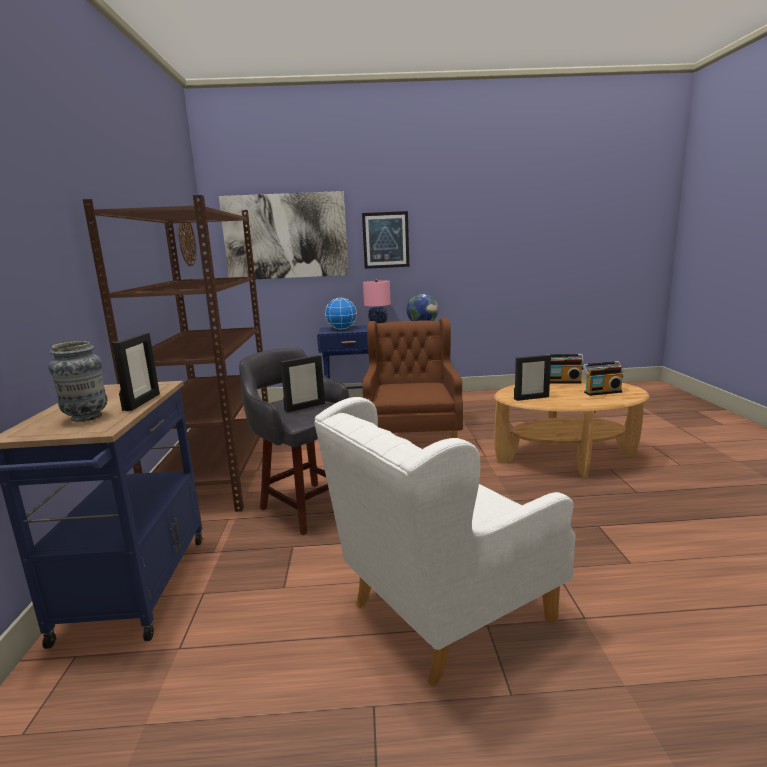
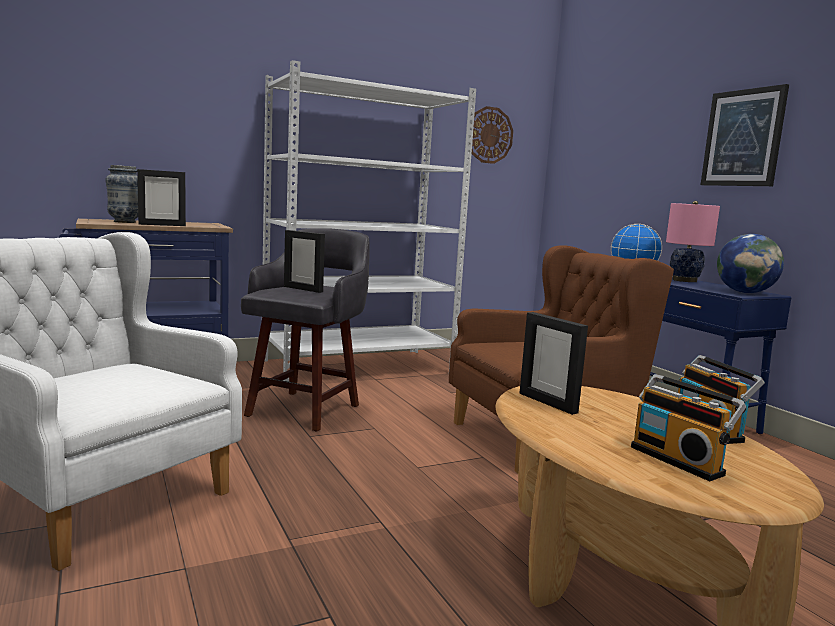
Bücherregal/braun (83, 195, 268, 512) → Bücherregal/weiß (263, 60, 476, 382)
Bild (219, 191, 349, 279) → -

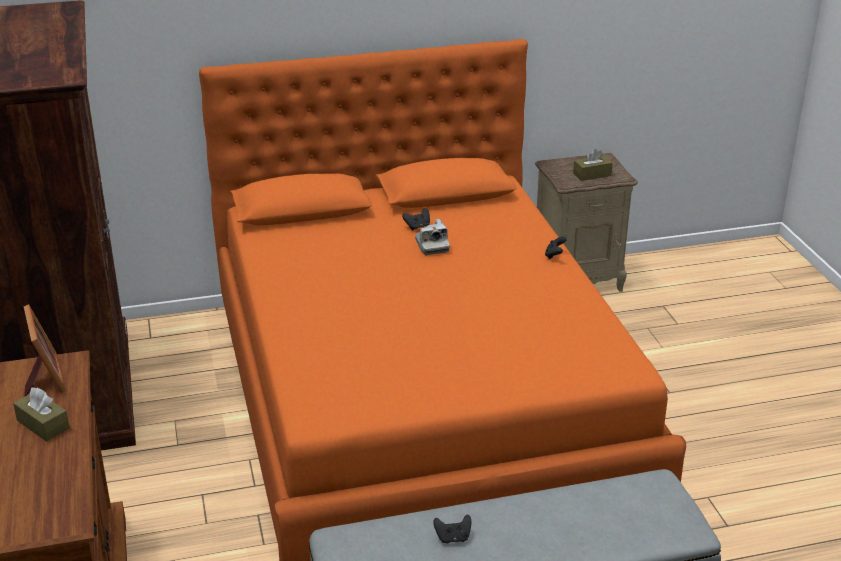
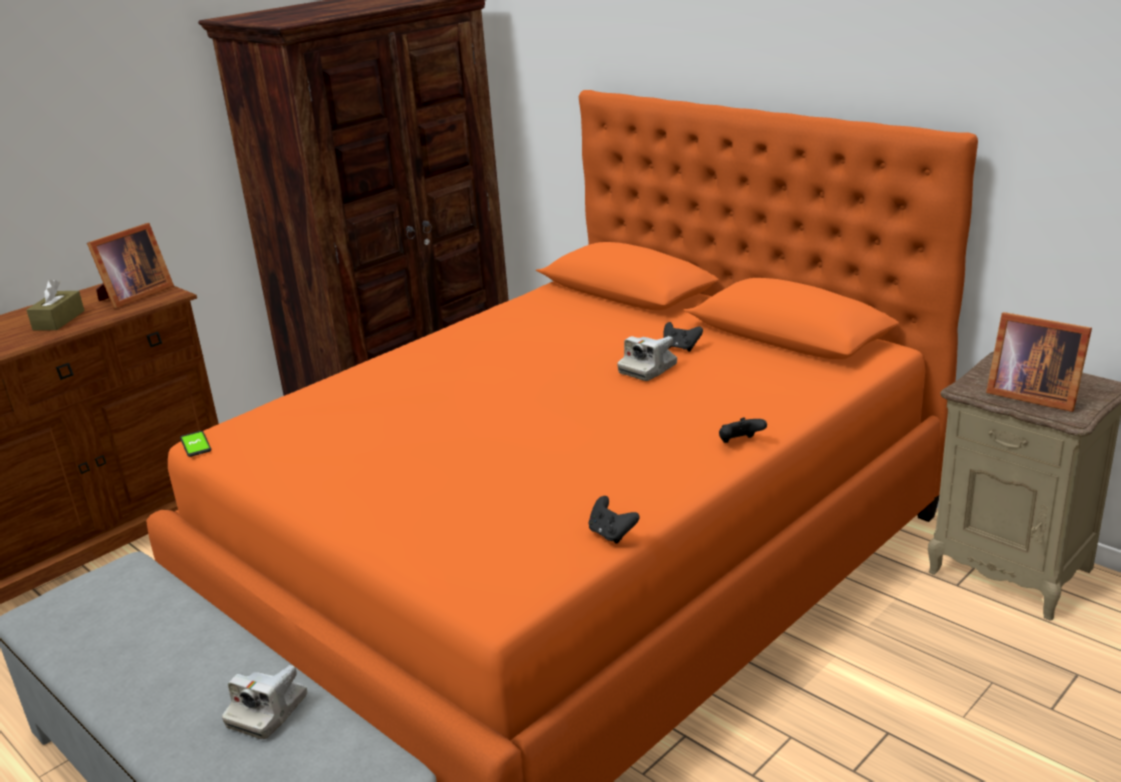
- → Handy (180, 431, 212, 457)
- → Kamera (222, 665, 307, 739)
Gamepad/schwarz (433, 515, 471, 543) → Gamepad/schwarz (588, 496, 640, 544), shifted
Taschentuchbox/braun (573, 149, 613, 181) → Bilderrahmen (986, 312, 1092, 412)

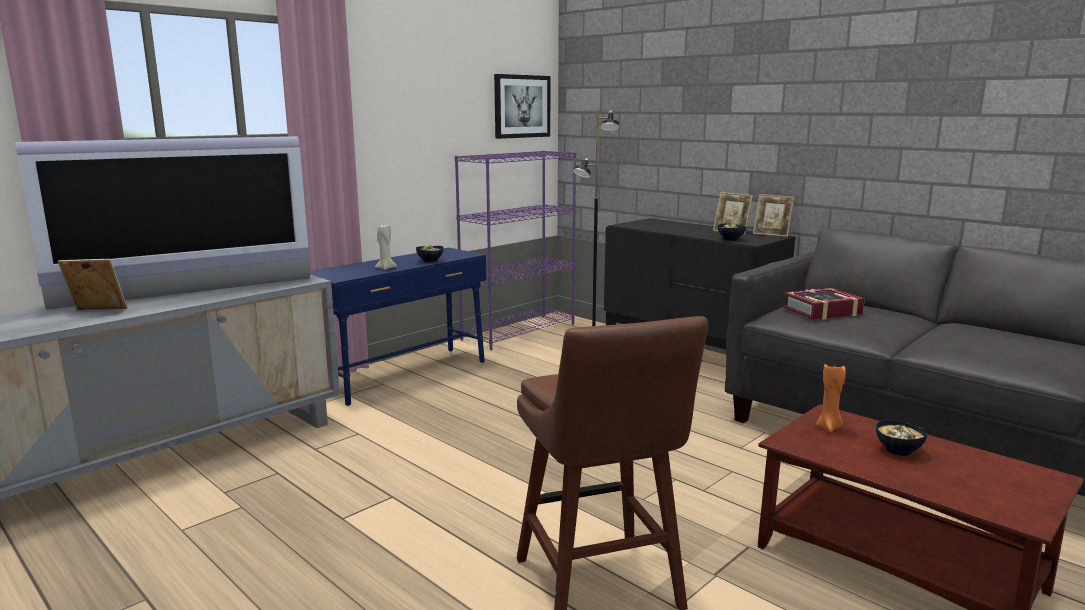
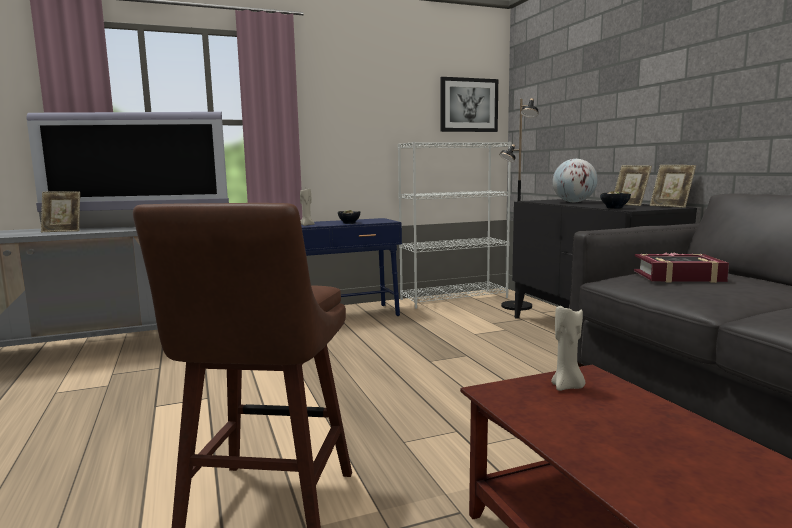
Bilderrahmen (58, 259, 128, 310) → Bilderrahmen (41, 191, 80, 232), 150 degrees clockwise
Bücherregal/lila (455, 150, 576, 350) → Bücherregal/weiß (398, 142, 511, 309)
Kerze/orange (816, 362, 846, 432) → Kerze/beige (551, 303, 585, 391)
- → Globus (553, 159, 598, 202)
Schüssel (876, 420, 928, 456) → -

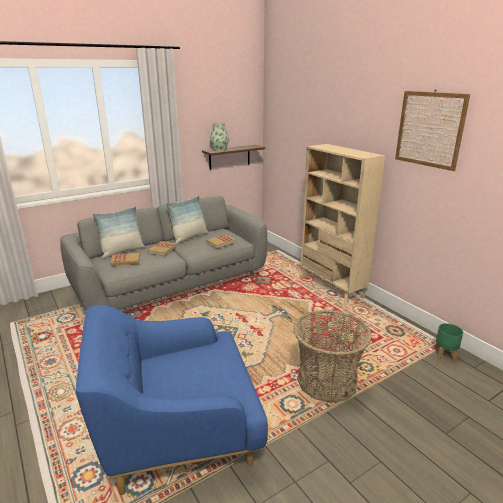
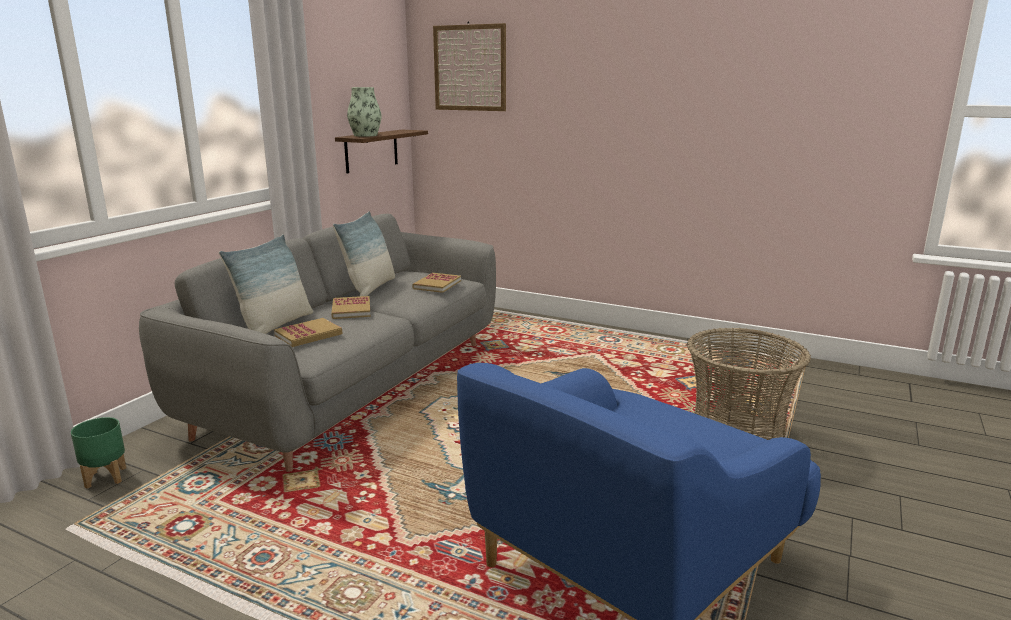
Pflanzkübel/grün (435, 323, 463, 361) → Pflanzkübel/grün (71, 417, 126, 489), shifted
Bild (395, 89, 470, 171) → Bild (433, 21, 506, 111), shifted
Bücherregal/beige (301, 144, 385, 305) → -

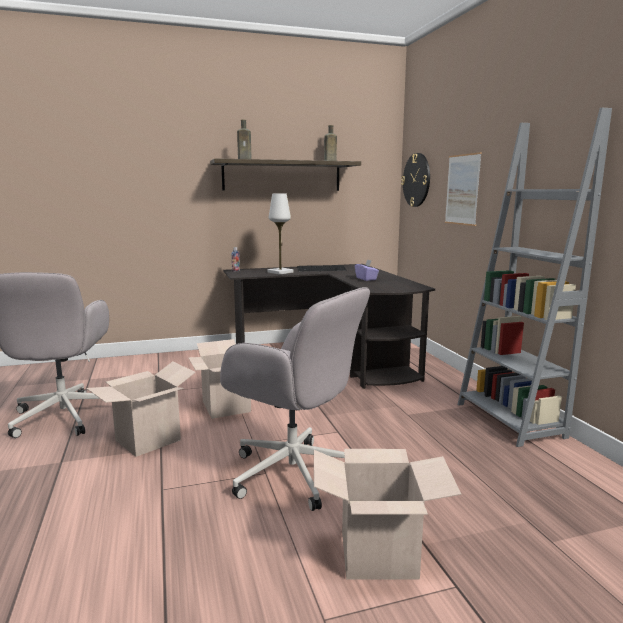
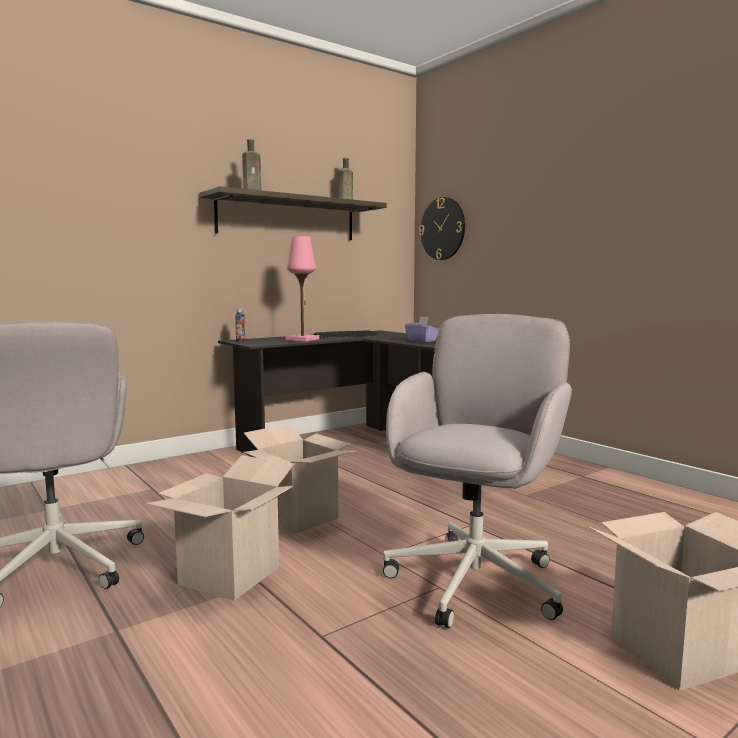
Tischlampe/weiß (267, 194, 293, 275) → Tischlampe/rosa (285, 236, 319, 342)
Bürostuhl/grau (220, 287, 370, 511) → Bürostuhl/grau (383, 314, 572, 628), 75 degrees counterclockwise
Bild (445, 152, 482, 226) → -
Bücherregal/grau (457, 108, 612, 447) → -

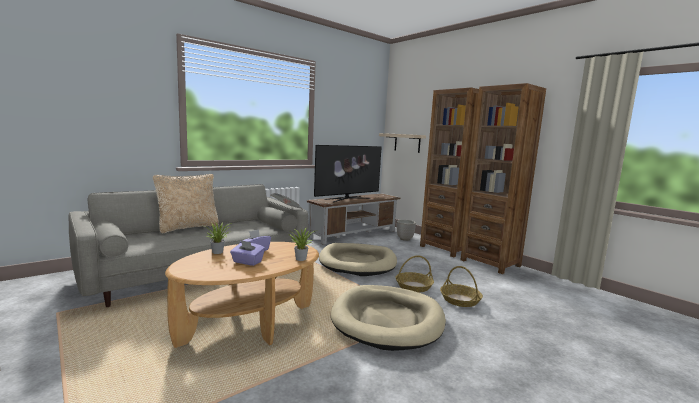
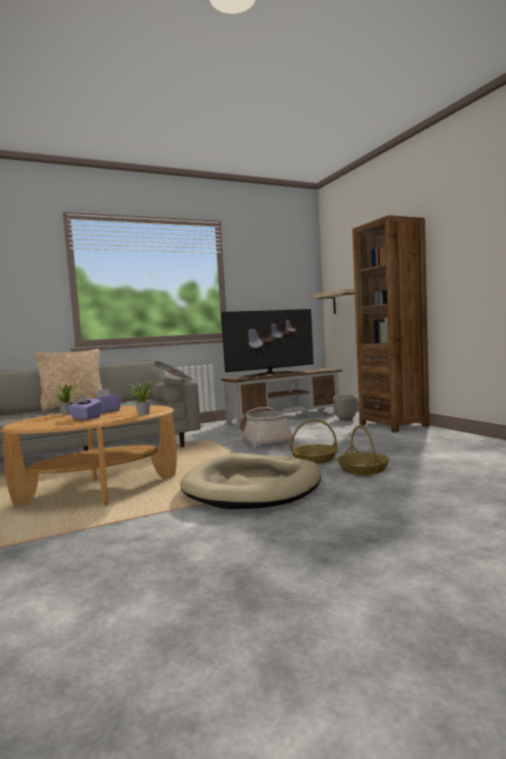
Hundebett/beige (319, 243, 397, 276) → Korb (239, 407, 296, 450)
Bücherregal/braun (461, 83, 546, 274) → -

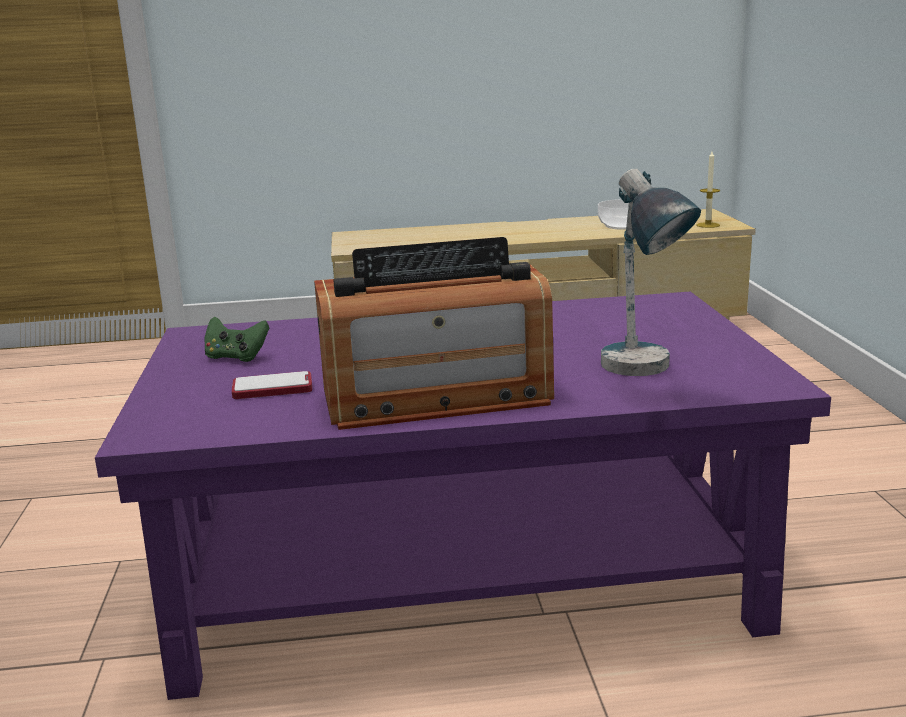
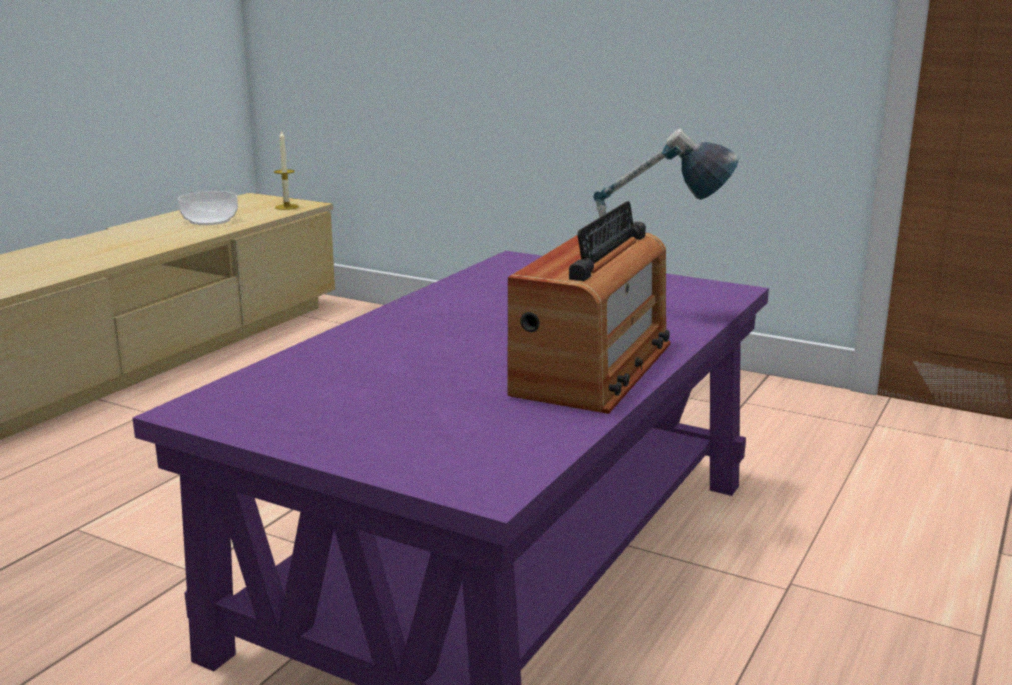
Gamepad/grün (205, 317, 269, 362) → -
Handy (232, 371, 312, 399) → -

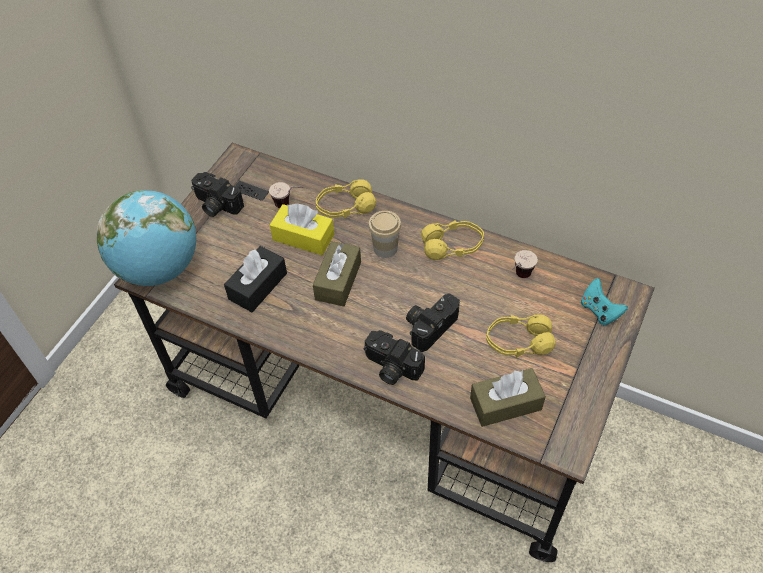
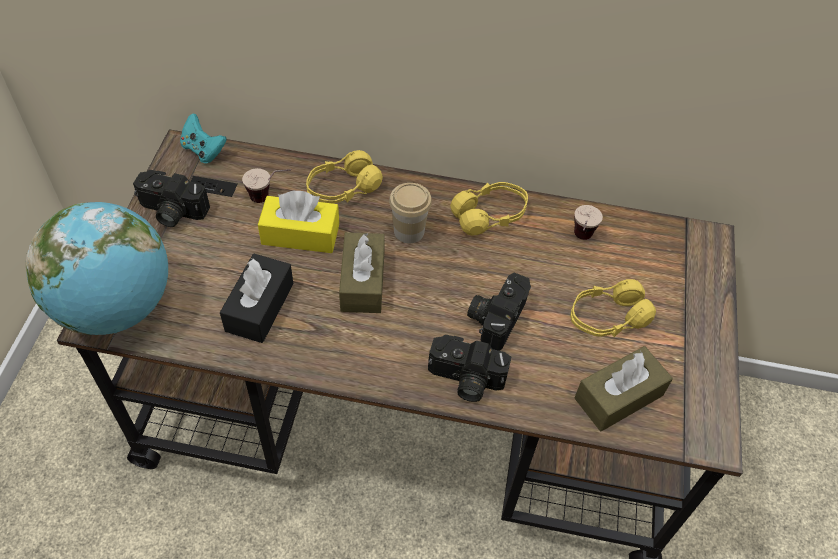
Gamepad/türkis (581, 278, 628, 326) → Gamepad/türkis (180, 114, 227, 164), shifted

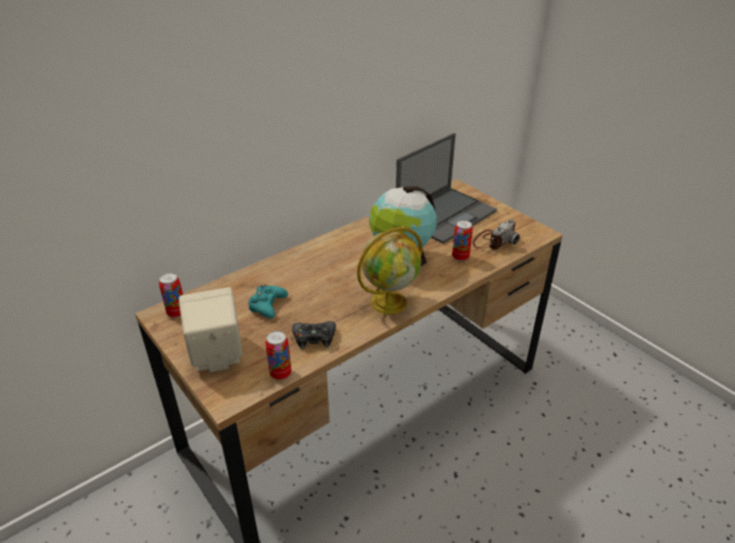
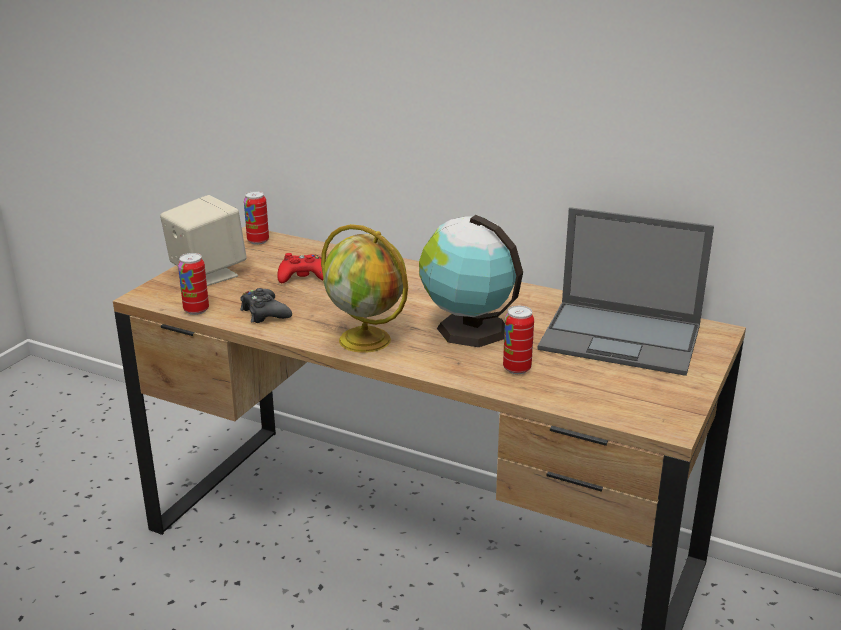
Gamepad/türkis (248, 284, 288, 319) → Gamepad/rot (277, 253, 323, 283)
Kamera (473, 219, 520, 250) → -

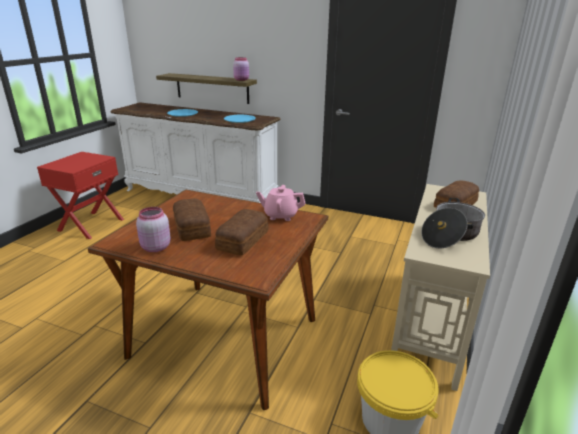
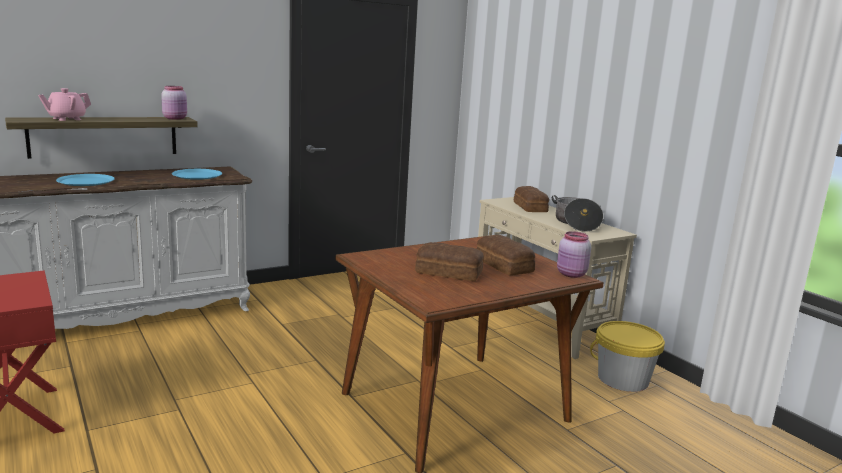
Teekanne/rosa (256, 185, 305, 221) → Teekanne/rosa (38, 88, 91, 121), shifted
Vorratsglas/rosa (136, 207, 171, 252) → Vorratsglas/rosa (557, 231, 591, 278), shifted

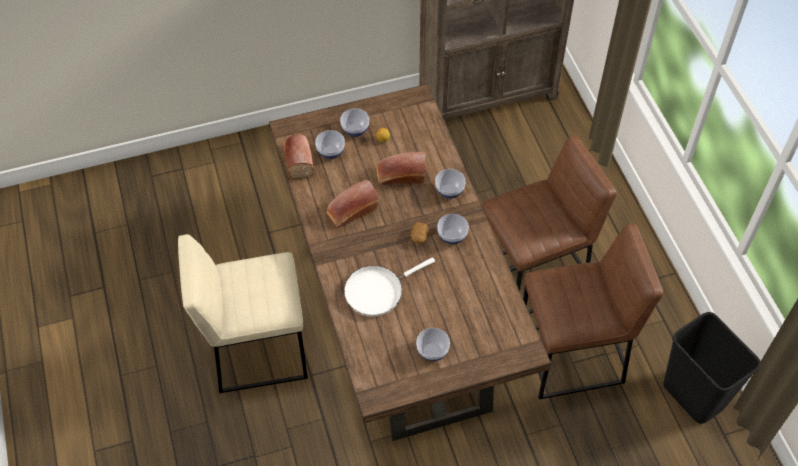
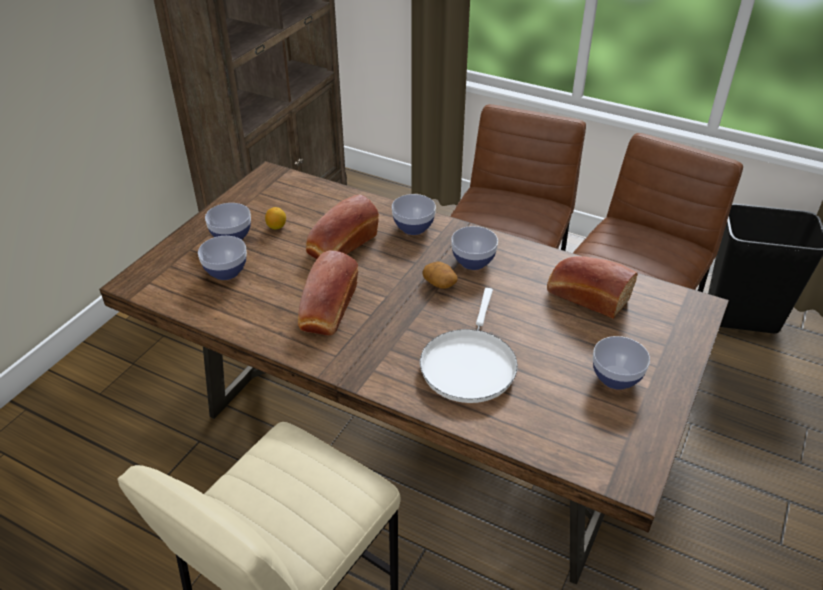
Brot (284, 134, 314, 179) → Brot (547, 256, 638, 319), shifted

